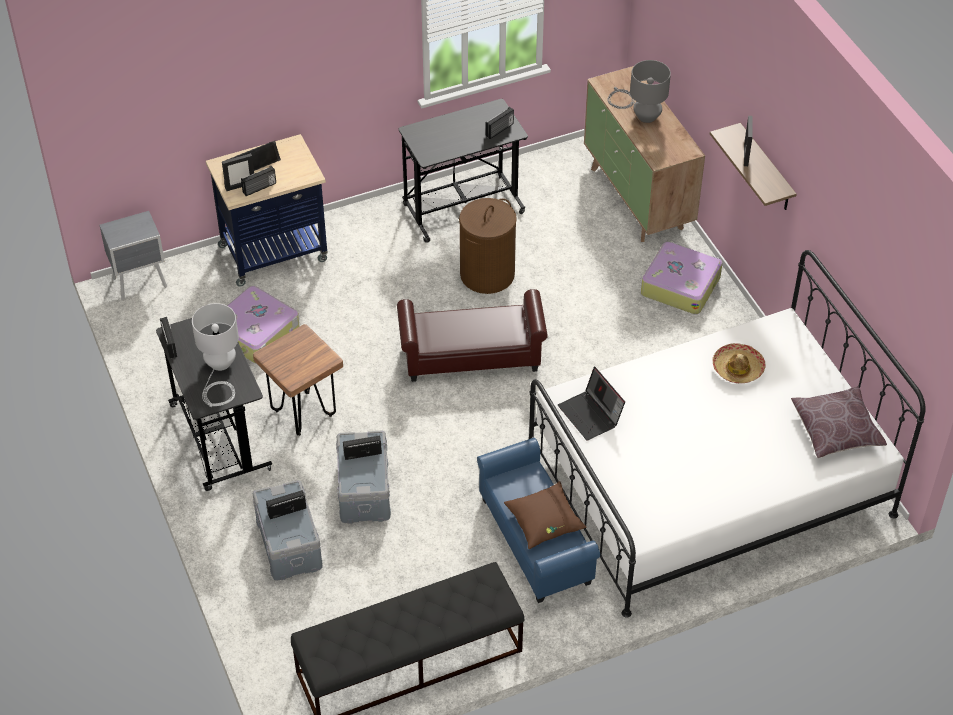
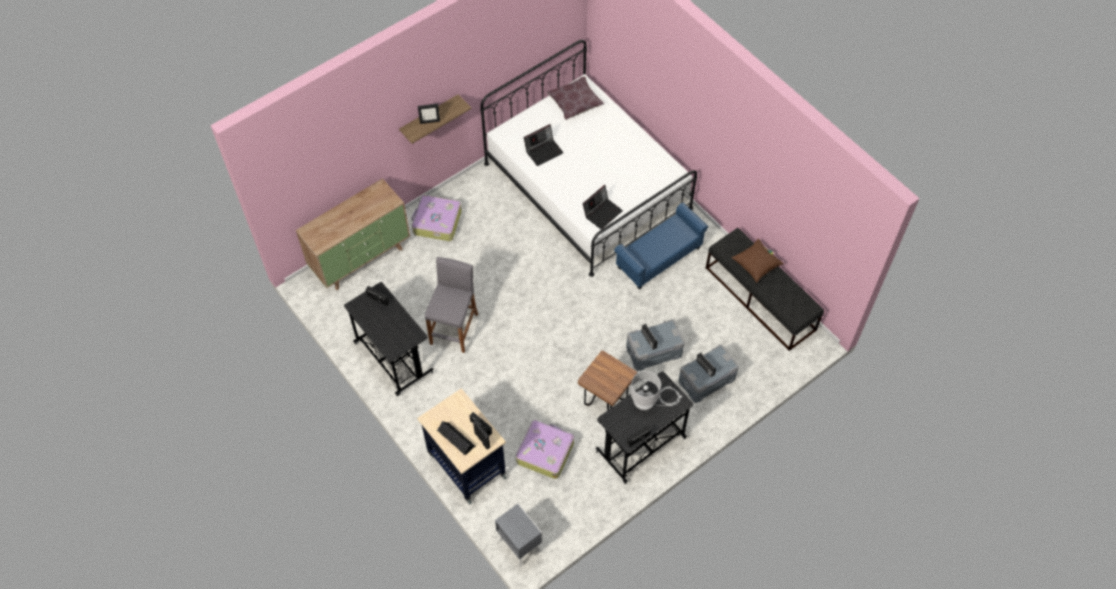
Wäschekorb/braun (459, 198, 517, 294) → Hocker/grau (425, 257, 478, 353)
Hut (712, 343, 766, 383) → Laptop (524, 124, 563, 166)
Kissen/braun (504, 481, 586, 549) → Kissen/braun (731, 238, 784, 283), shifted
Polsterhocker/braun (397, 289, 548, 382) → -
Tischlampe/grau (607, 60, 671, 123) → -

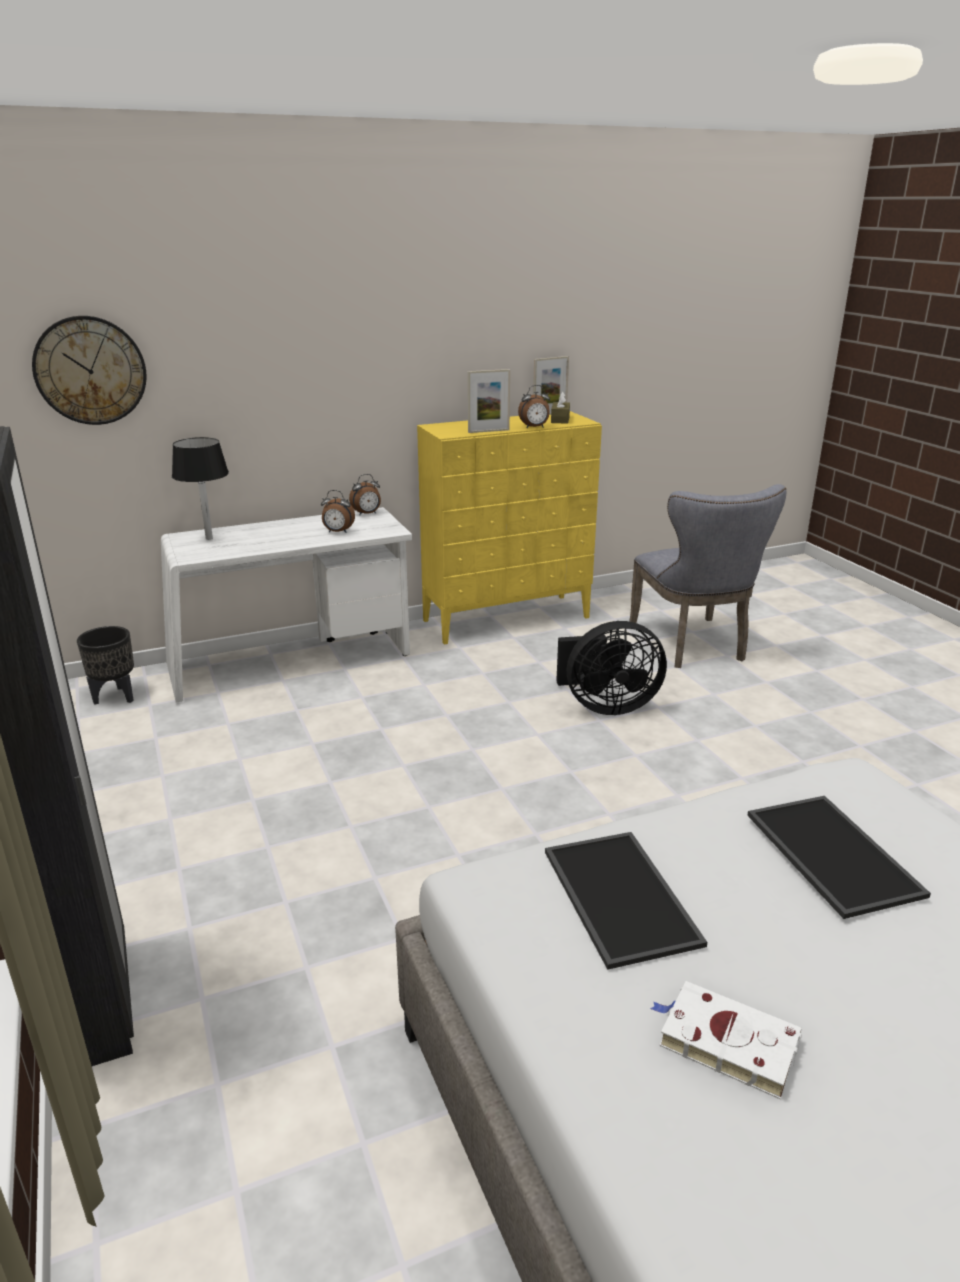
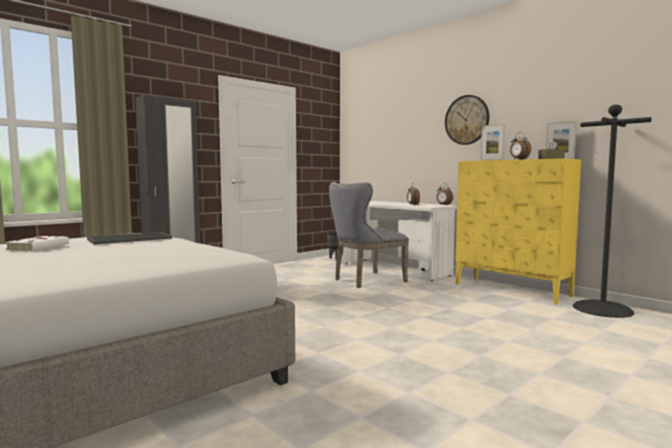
Stuhl/grau (629, 484, 787, 668) → Stuhl/grau (329, 182, 409, 288), shifted
Wanduhr (32, 316, 147, 425) → Wanduhr (445, 95, 489, 145), shifted
- → Kleiderständer/schwarz (573, 105, 652, 318)
Tischlampe/schwarz (172, 437, 229, 540) → -
Ventilator/schwarz (556, 621, 667, 715) → -
Tablett (747, 796, 931, 919) → -

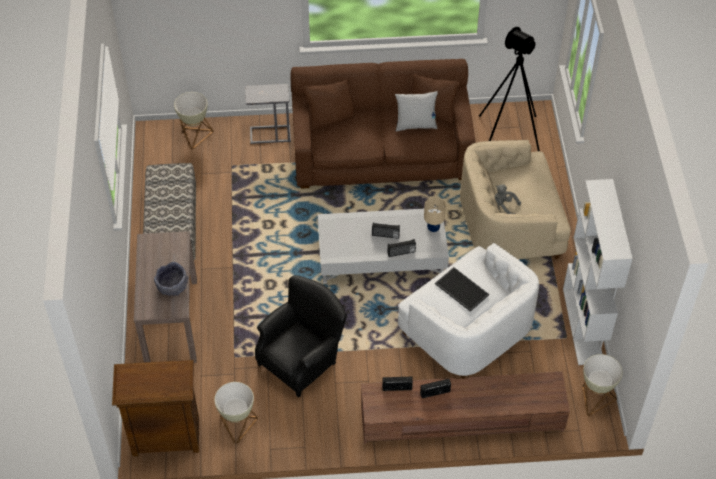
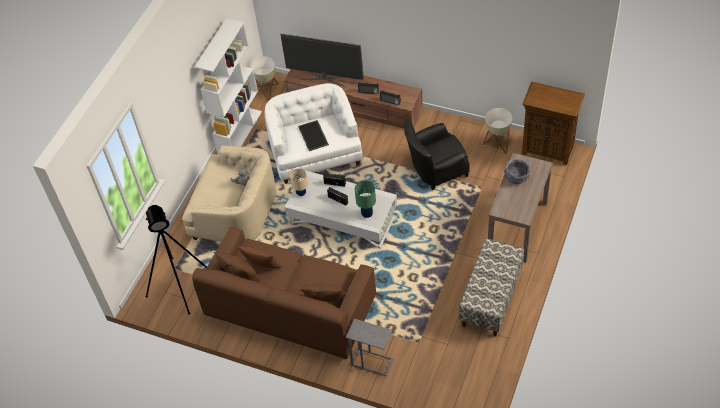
Kissen/grau (395, 91, 438, 131) → Kissen/braun (238, 246, 282, 268)
- → Fernseher (280, 34, 364, 87)
- → Tischlampe/grün (355, 181, 376, 218)
Pflanzkübel (174, 92, 213, 149) → -

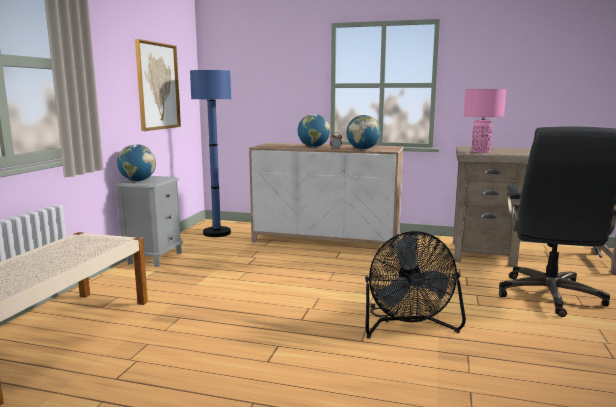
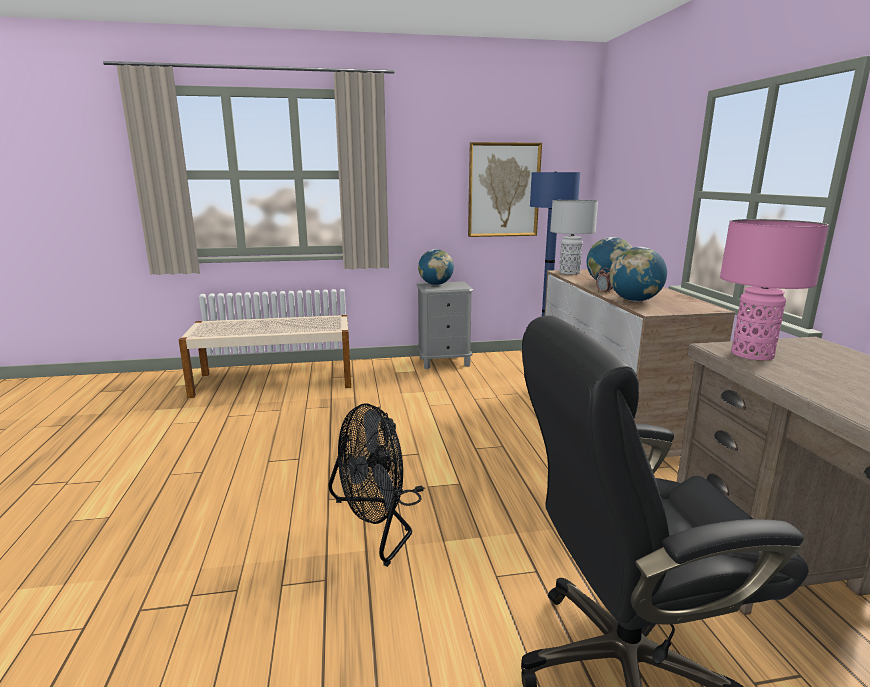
- → Tischlampe/weiß (550, 200, 598, 275)

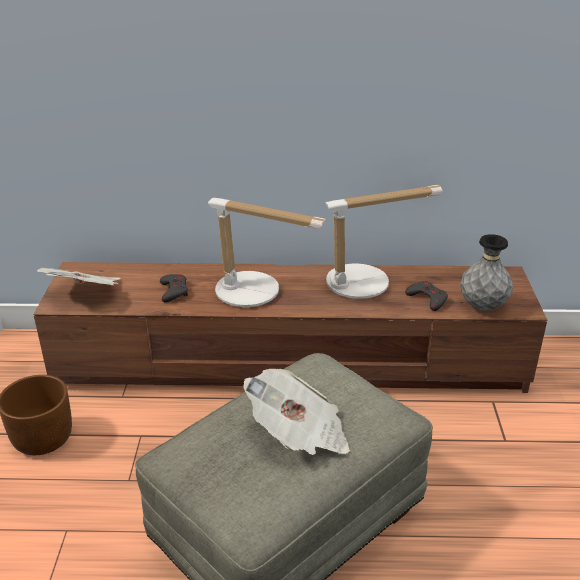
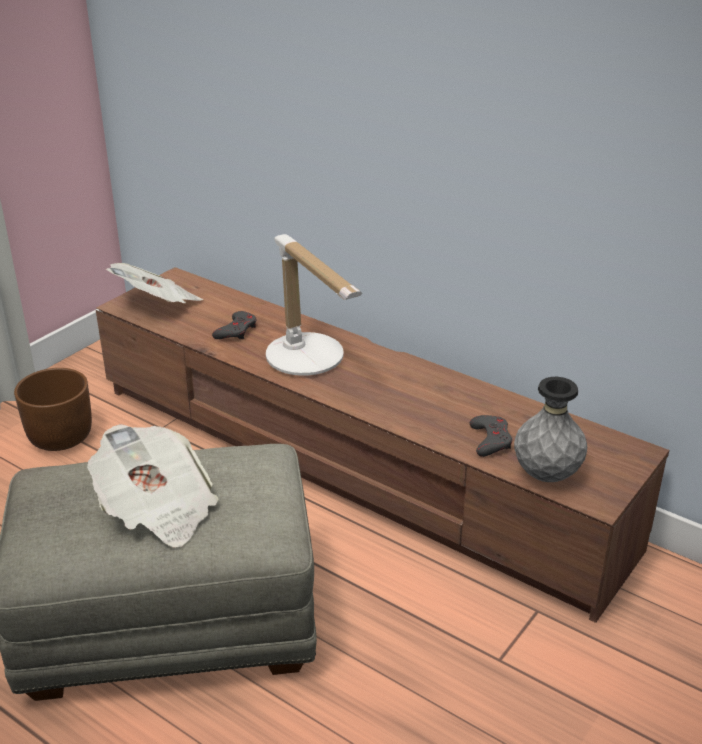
Tischlampe (325, 185, 443, 299) → -

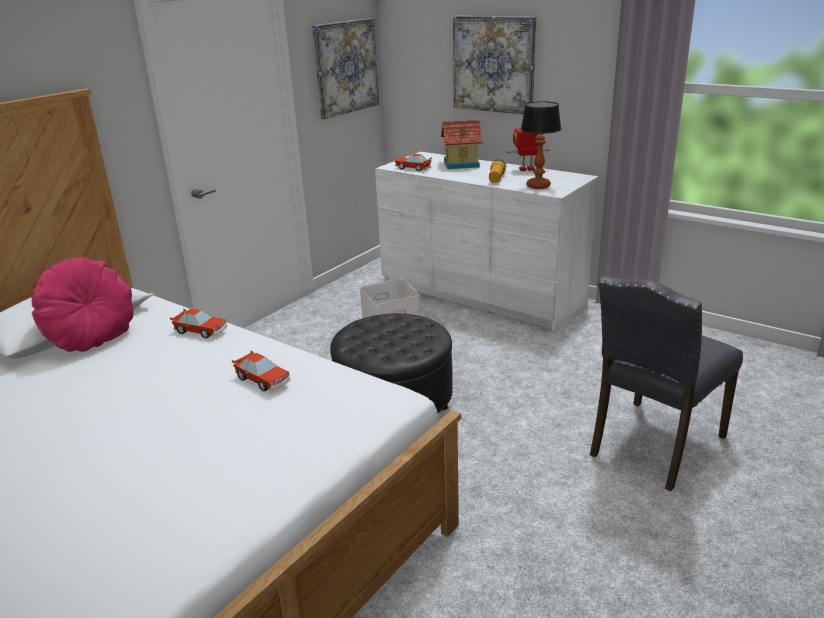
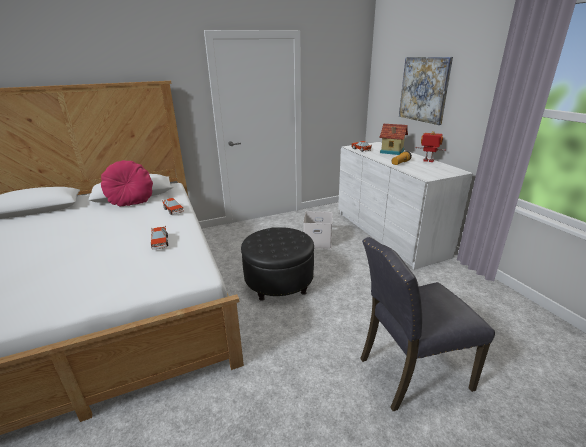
Bild (312, 18, 379, 119) → -
Tischlampe (521, 101, 561, 189) → -

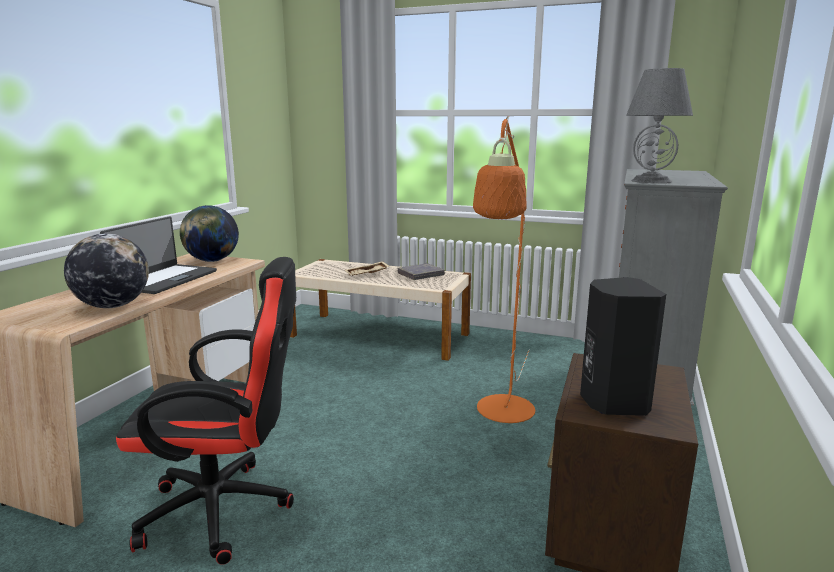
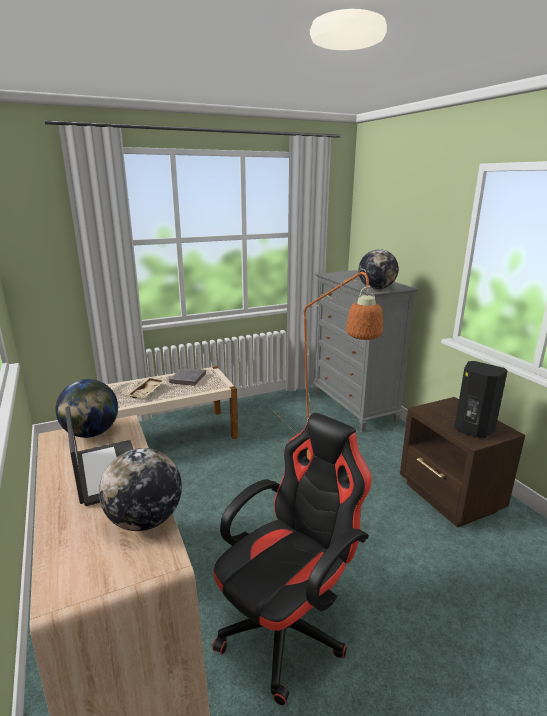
Tischlampe/grau (626, 68, 693, 183) → Globus (358, 249, 399, 290)

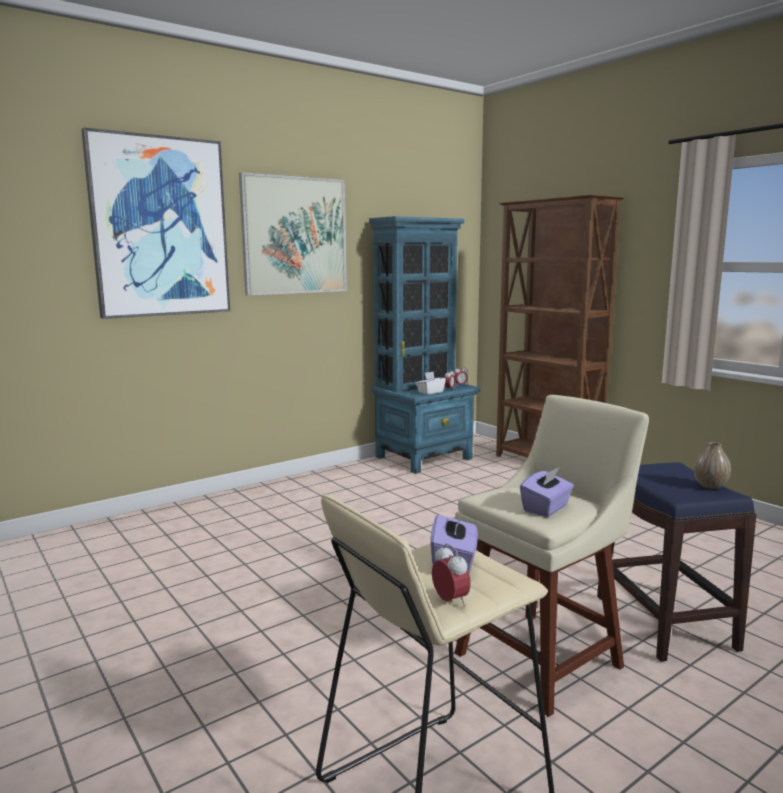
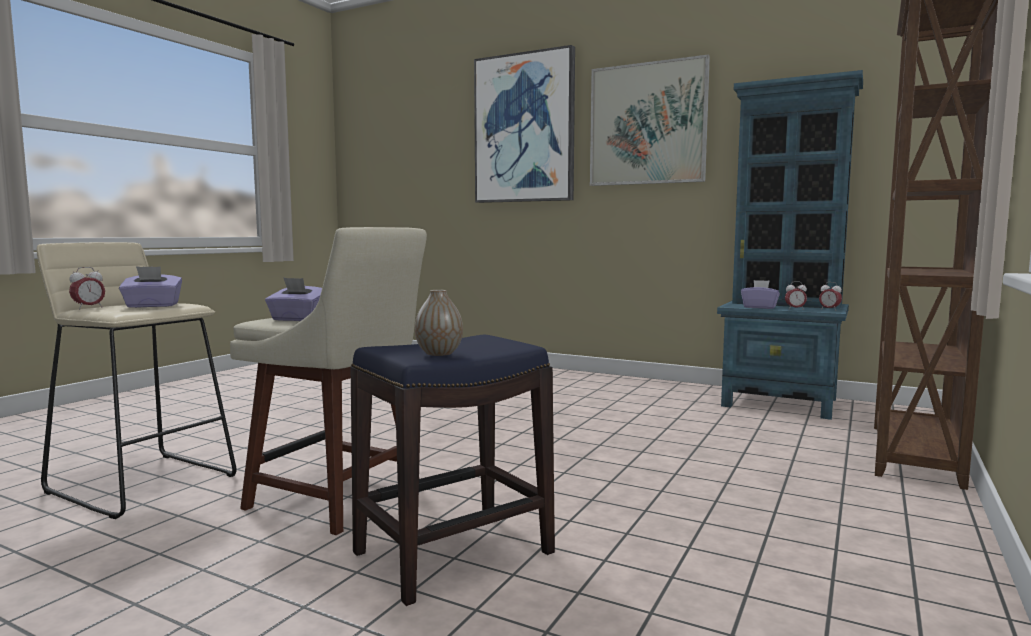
Taschentuchbox/weiß (416, 371, 446, 395) → Taschentuchbox/lila (741, 280, 780, 309)

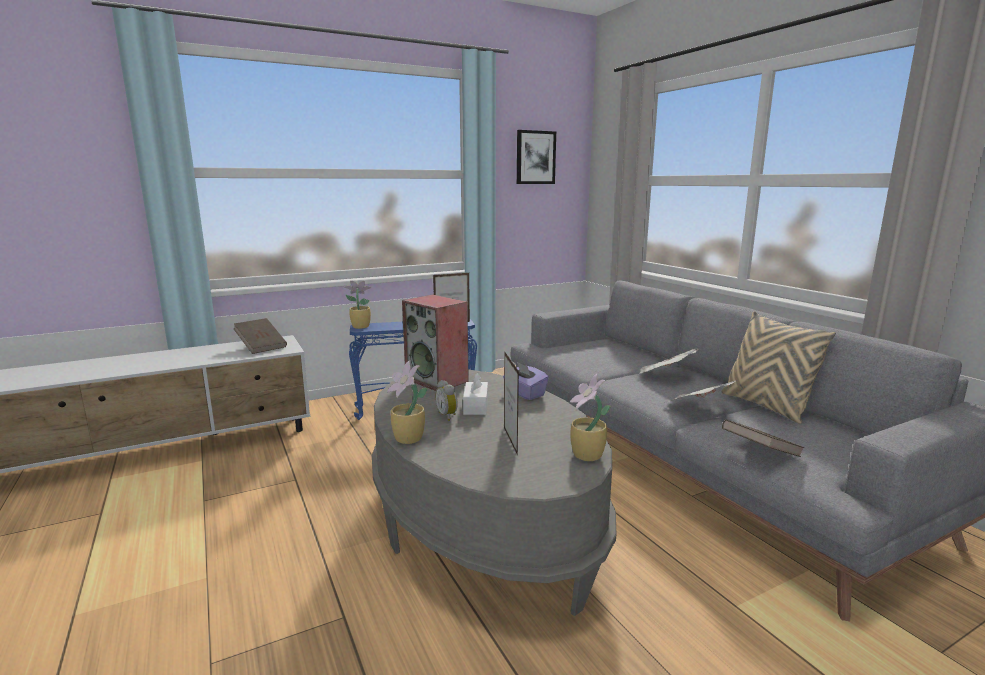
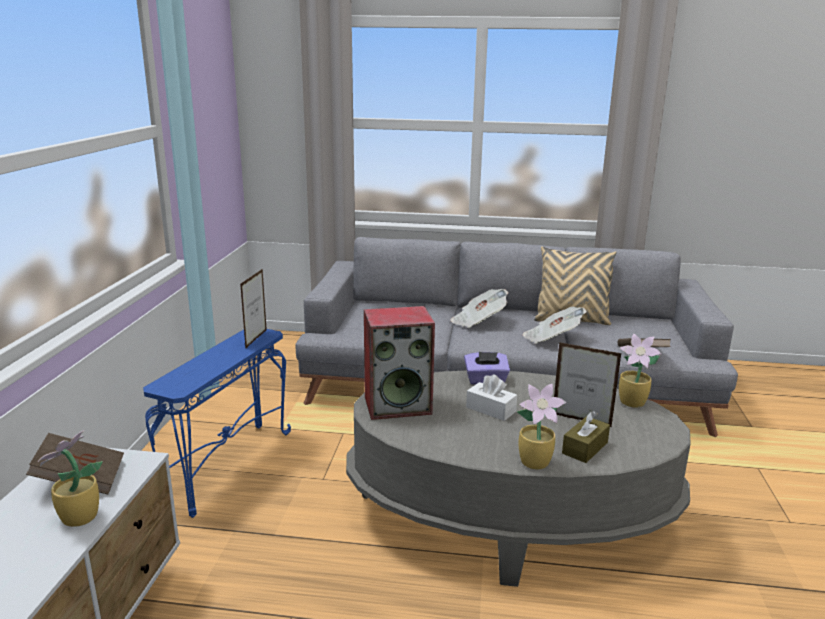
Topfpflanze (344, 281, 371, 329) → Topfpflanze (38, 430, 103, 527), shifted
- → Taschentuchbox/braun (562, 411, 610, 463)
Wecker (435, 380, 458, 421) → -
Bild (517, 130, 556, 184) → -

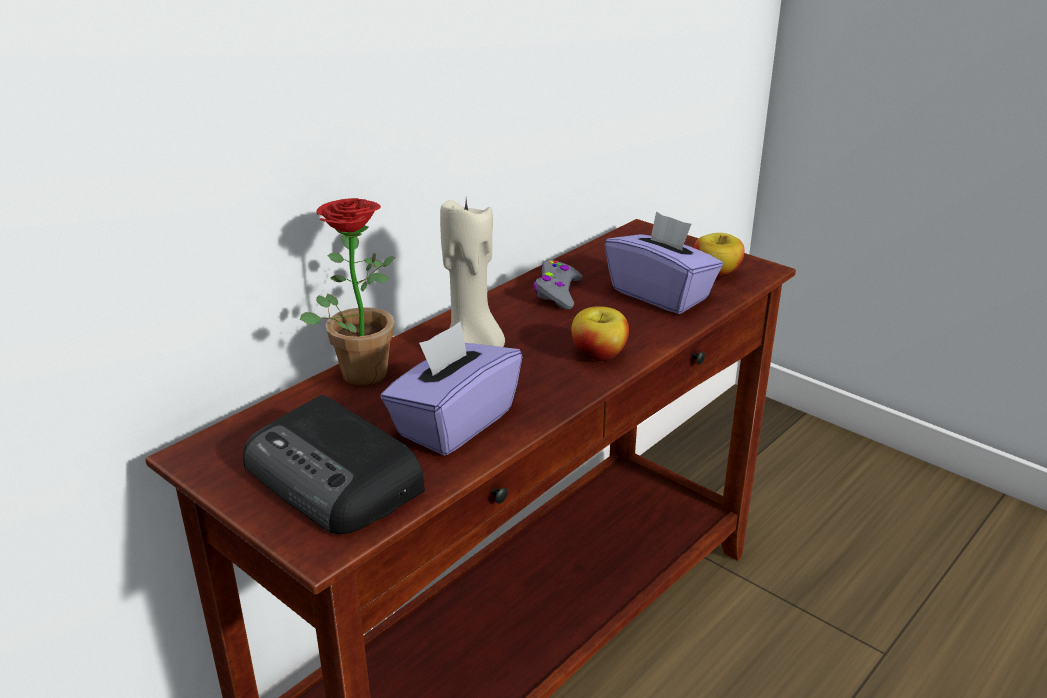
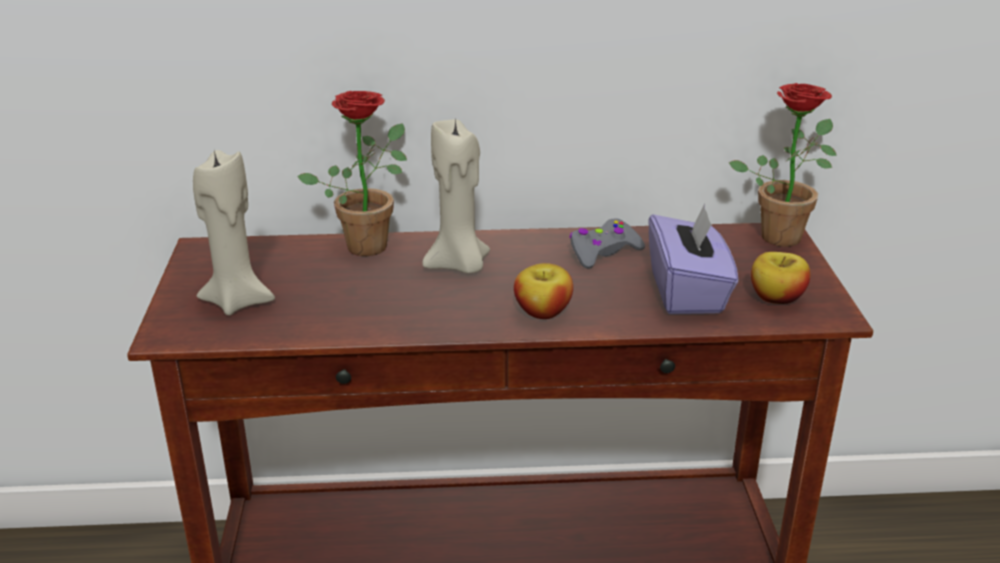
Radio (243, 395, 425, 534) → Kerze/beige (193, 150, 275, 315)
- → Topfpflanze (729, 83, 837, 247)
Taschentuchbox/lila (381, 322, 522, 456) → -

